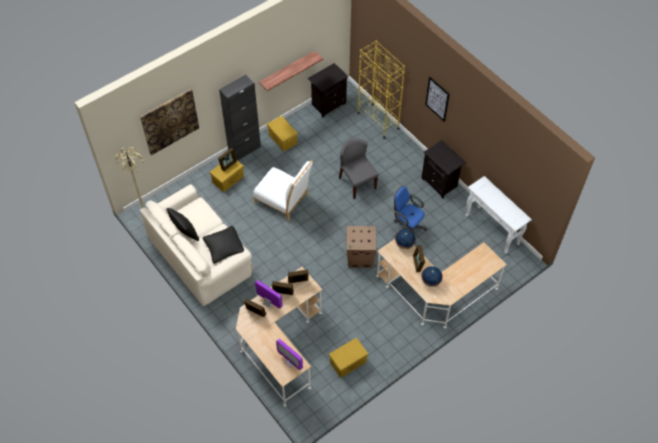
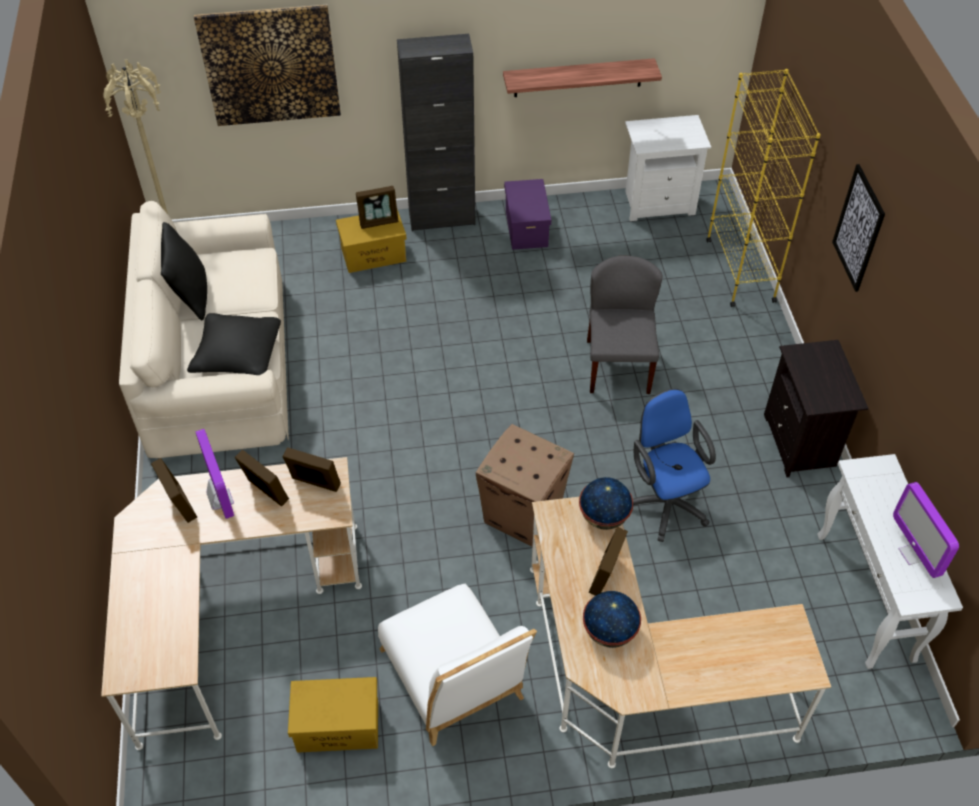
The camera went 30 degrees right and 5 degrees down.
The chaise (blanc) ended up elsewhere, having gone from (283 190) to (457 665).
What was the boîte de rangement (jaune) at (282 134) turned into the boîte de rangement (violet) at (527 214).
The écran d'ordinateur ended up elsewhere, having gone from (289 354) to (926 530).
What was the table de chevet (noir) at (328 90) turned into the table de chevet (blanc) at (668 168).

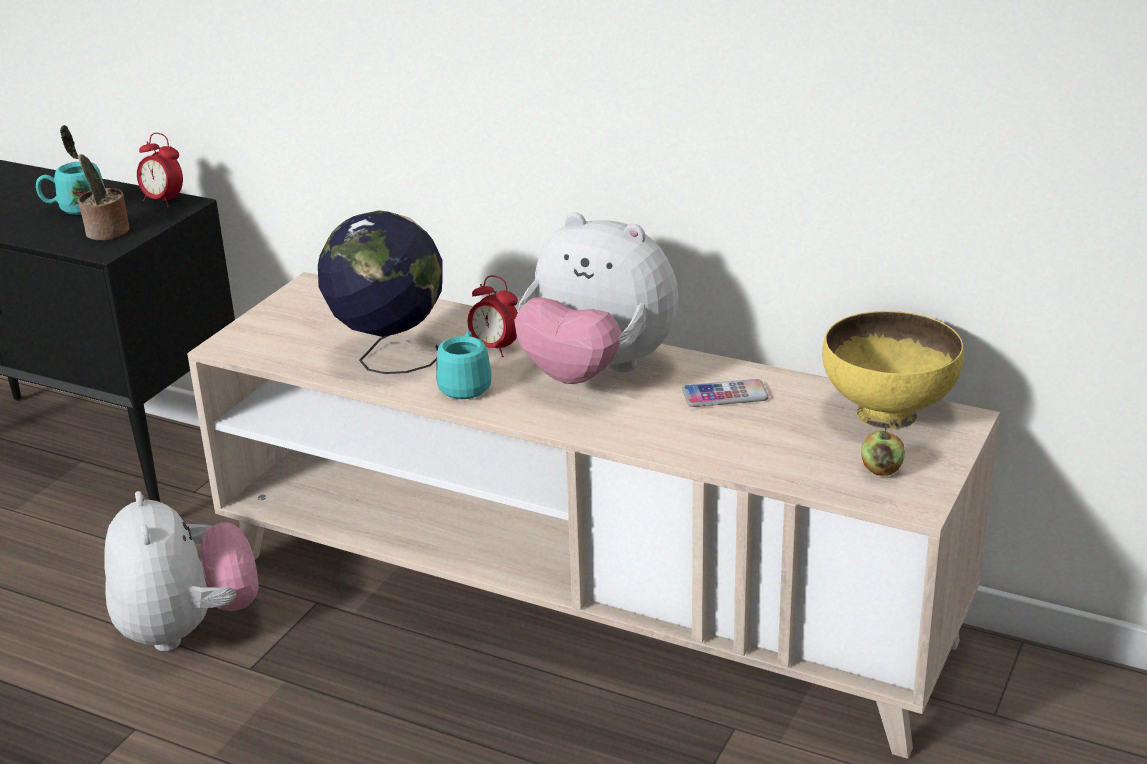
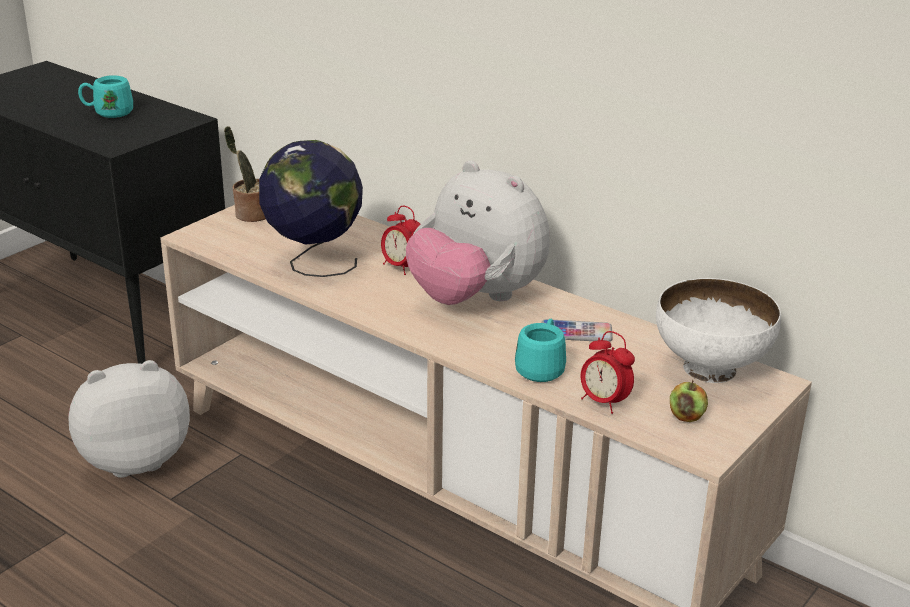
The camera went 10 degrees right and 0 degrees up.
The plante en pot ended up elsewhere, having gone from (95 182) to (245 174).
The peluche at (181 571) ended up facing another way, 105 degrees counterclockwise from before.
The réveil ended up elsewhere, having gone from (160 170) to (608 372).
The mug (turquoise) ended up elsewhere, having gone from (464 365) to (540 350).
What was the bol (jaune) at (893 370) turned into the bol (blanc) at (718 330).

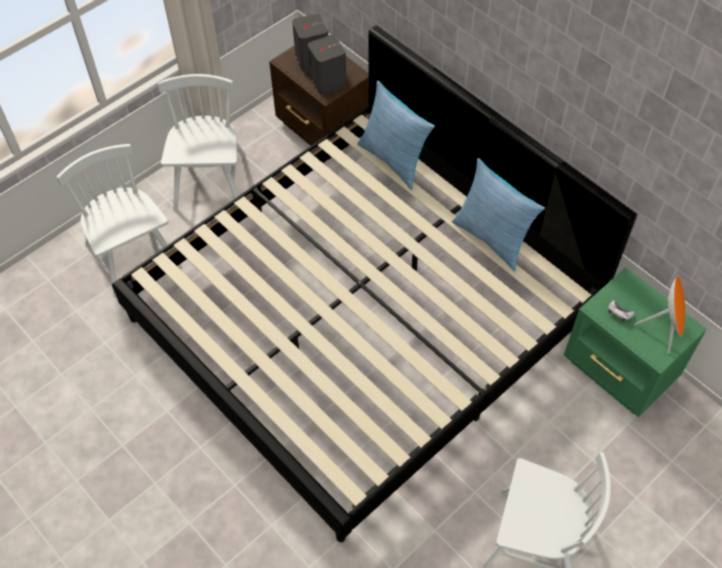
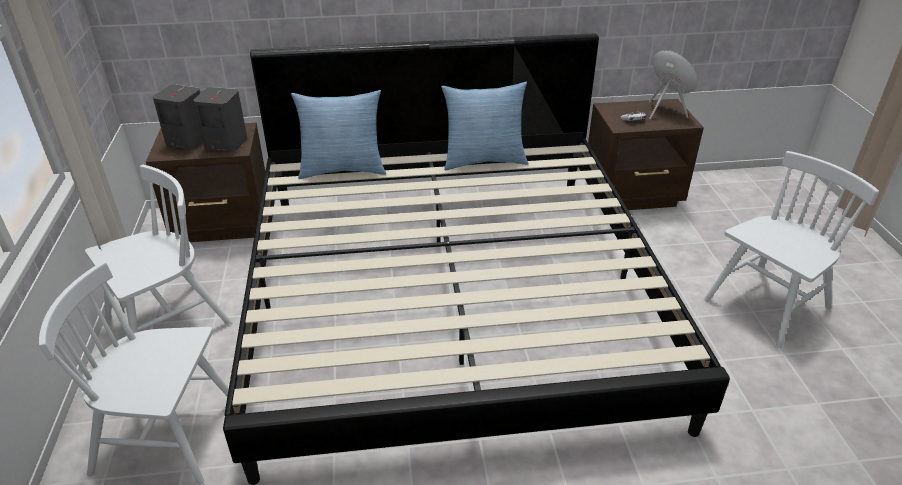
The camera went 55 degrees left and 20 degrees down.
The chaise (blanc) at (201 142) ended up facing another way, 105 degrees clockwise from before.
What was the table de chevet (vert) at (635 342) turned into the table de chevet (marron) at (646 154).

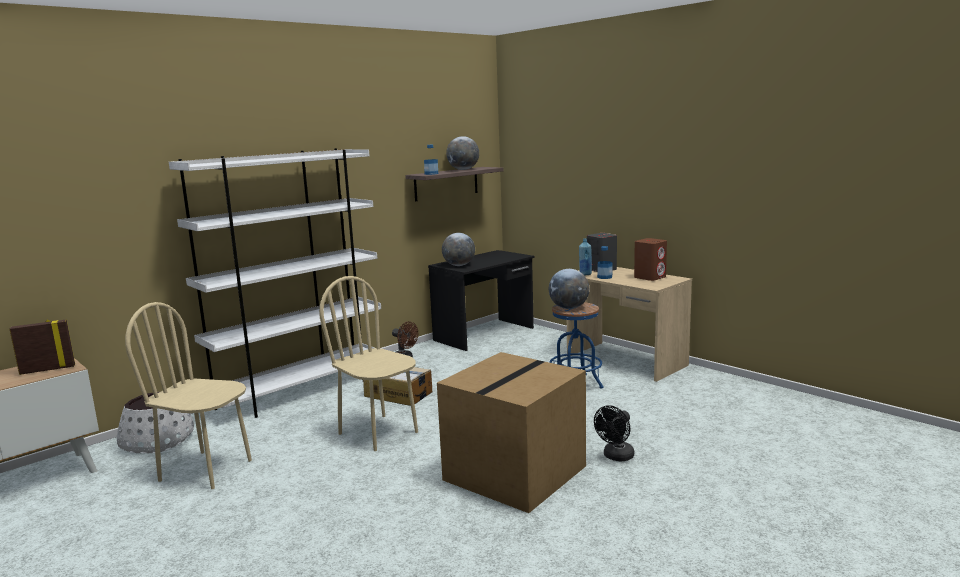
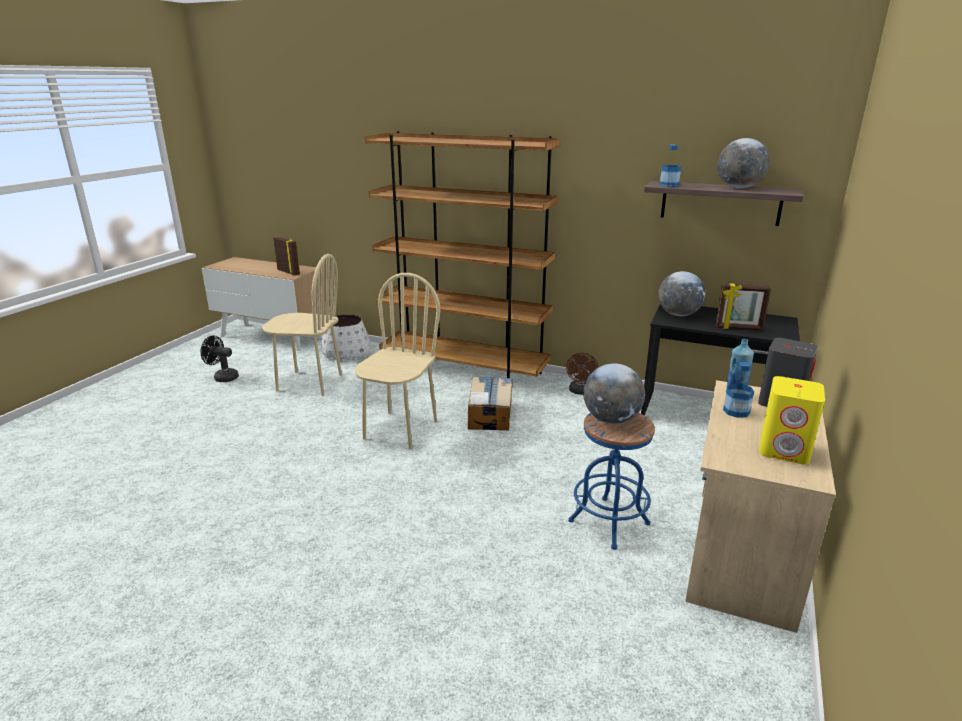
The camera went 65 degrees right and 10 degrees up.
The chaise (beige) at (188 395) ended up facing another way, 105 degrees clockwise from before.
What was the bibliothèque (blanc) at (275 283) turned into the bibliothèque (marron) at (463 254).
The second view lost the carton at (511 432).
The ventilateur (noir) ended up elsewhere, having gone from (614 433) to (219 358).
What was the enceinte (marron) at (650 259) turned into the enceinte (jaune) at (792 420).
The second view gained the cadre photo at (743 307).

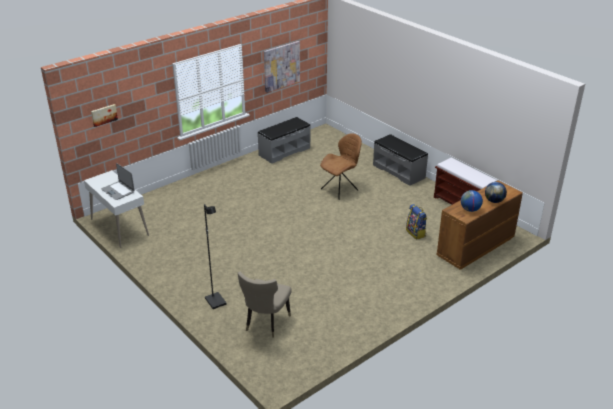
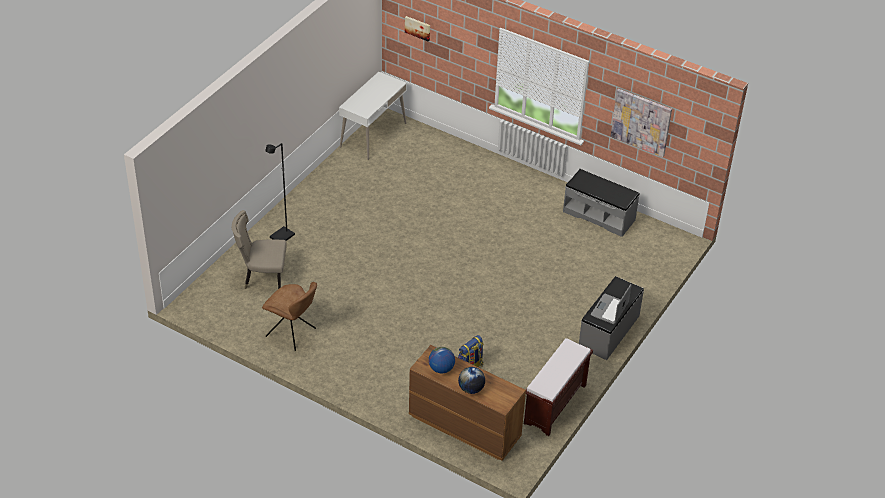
The camera went 70 degrees right and 10 degrees up.
The ordinateur portable ended up elsewhere, having gone from (117 181) to (611 304).
The chaise (marron) ended up elsewhere, having gone from (341 166) to (289 316).

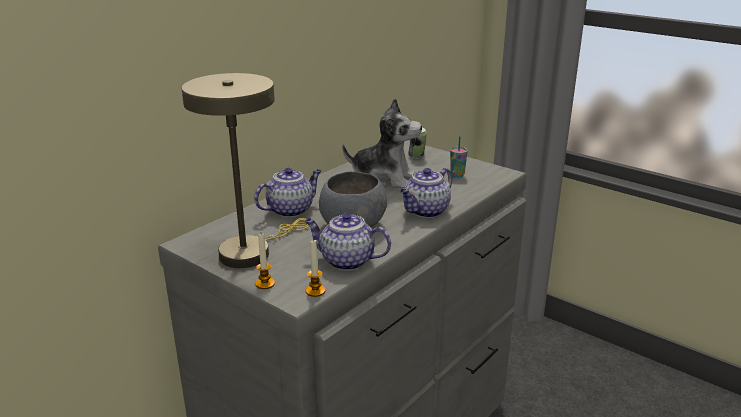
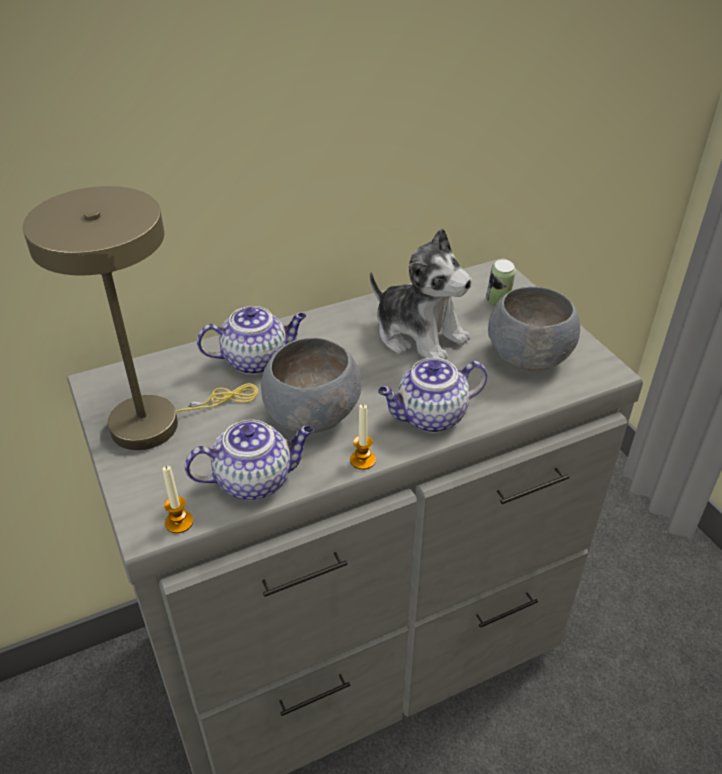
The camera went 25 degrees right and 15 degrees up.
The bougie ended up elsewhere, having gone from (265 261) to (363 437).
The théière at (348 241) ended up facing another way, 120 degrees clockwise from before.
Where the tasse stood at (459 157), the bol (gris) came to stand at (534 328).

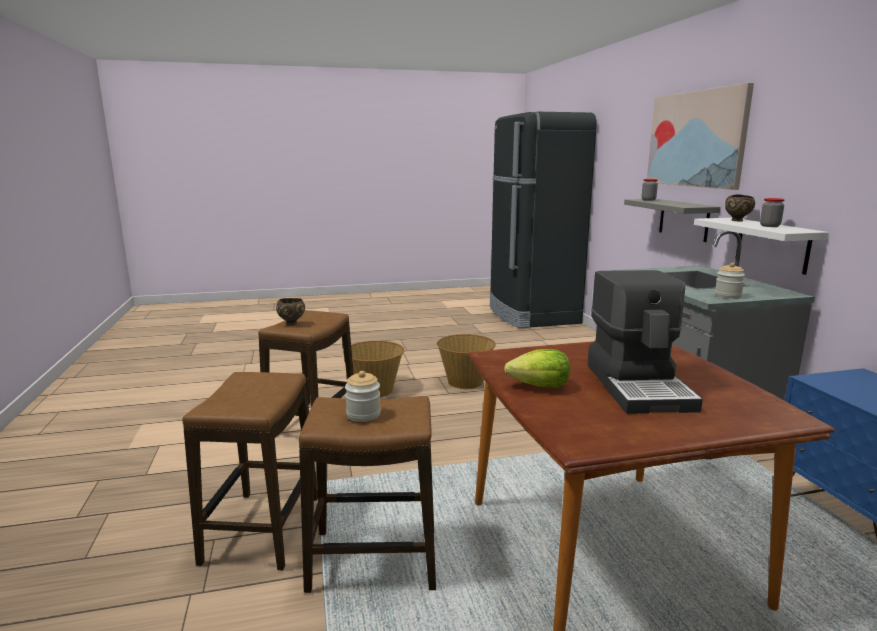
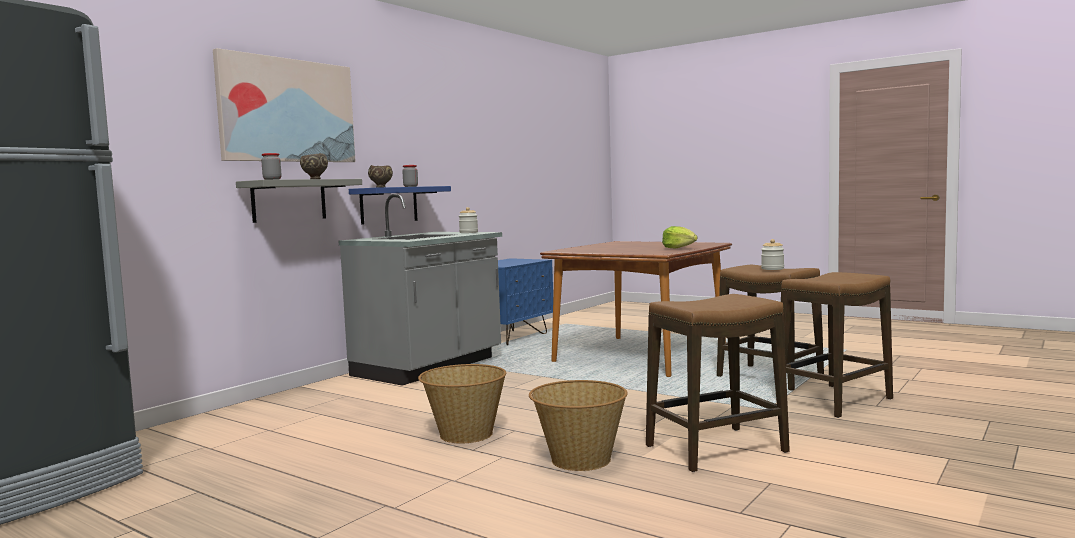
The camera went 130 degrees left and 10 degrees down.
The bol (marron) ended up elsewhere, having gone from (290 312) to (314 166).
The second view lost the machine à café at (645 342).
What was the étagère (blanc) at (761 246) turned into the étagère (bleu) at (400 205).

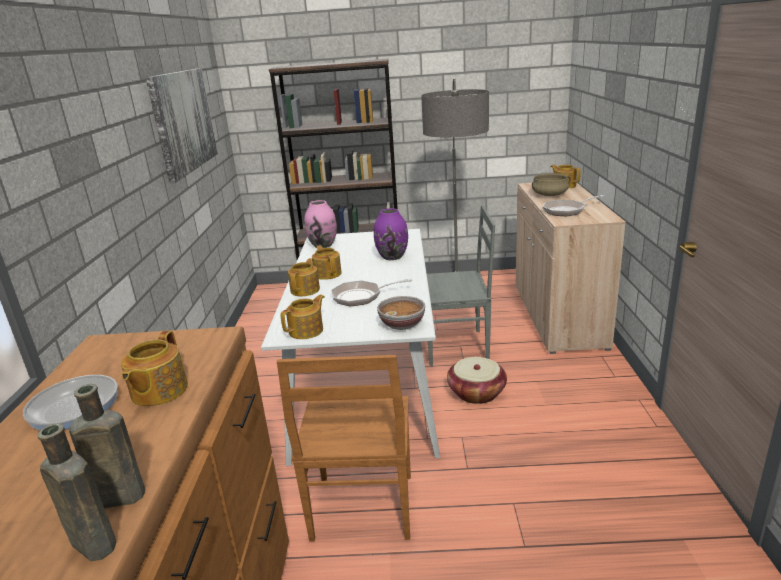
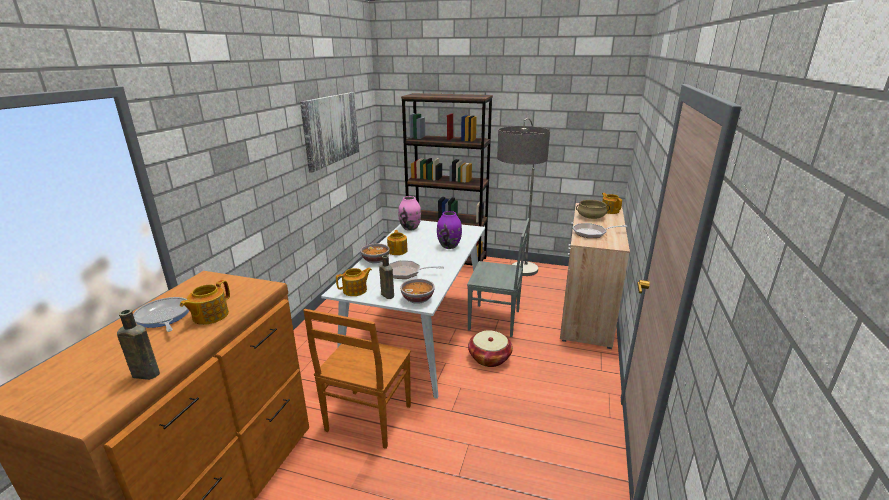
The camera went 15 degrees right and 0 degrees up.
The bouteille (marron) ended up elsewhere, having gone from (77 492) to (386 277).
Where the théière stood at (304 277), the bol came to stand at (375 253).

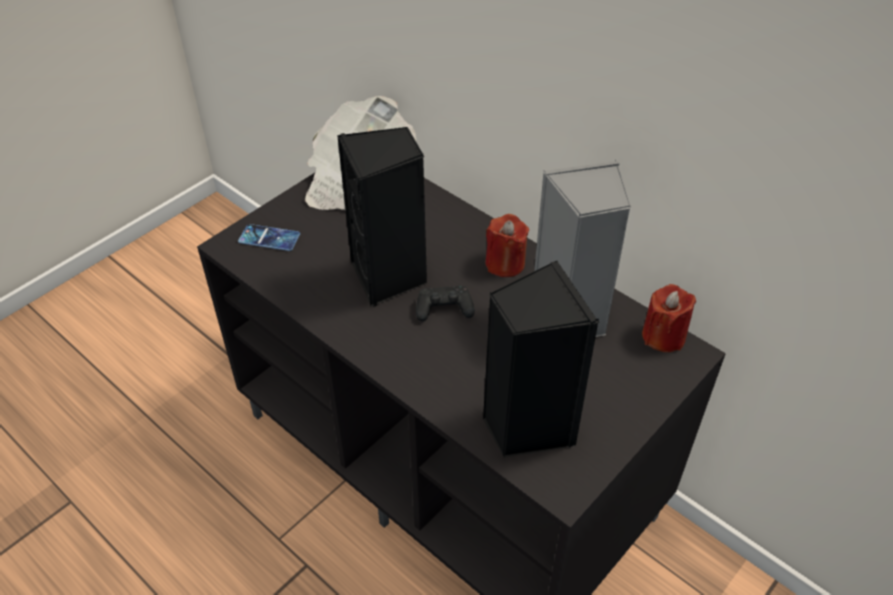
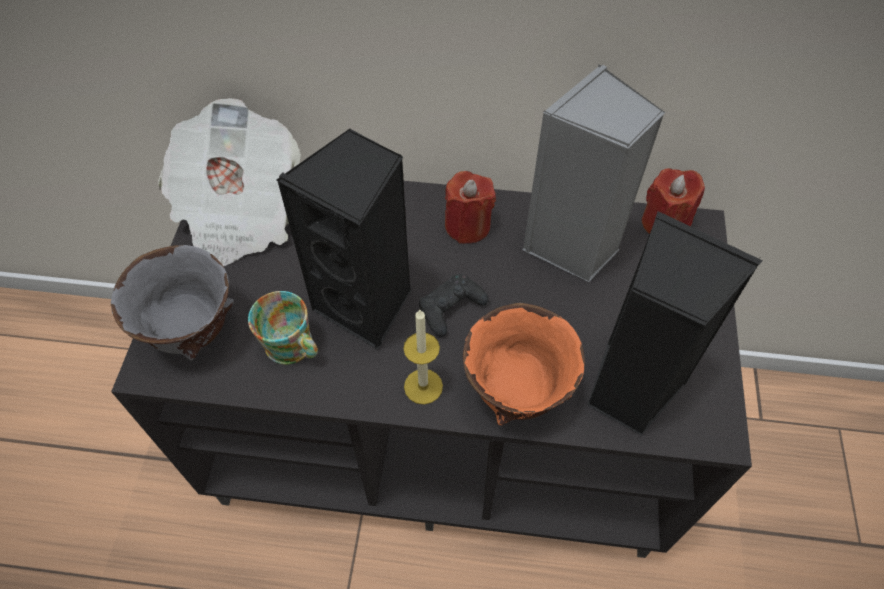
The camera went 35 degrees left and 10 degrees up.
Where the téléphone stood at (269 237), the bol (gris) came to stand at (172 302).
The second view gained the mug at (283 328).
The second view gained the bougie at (423 357).
The second view gained the bol (orange) at (524 364).

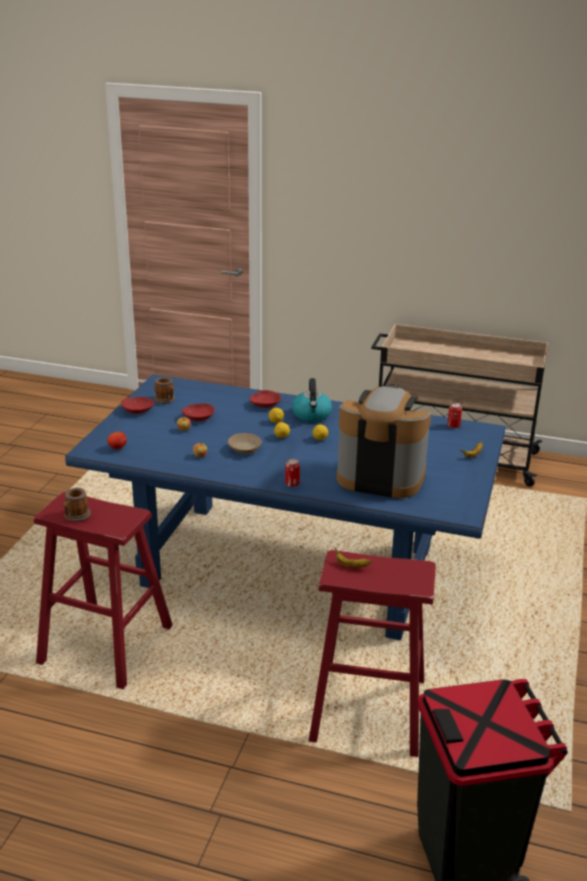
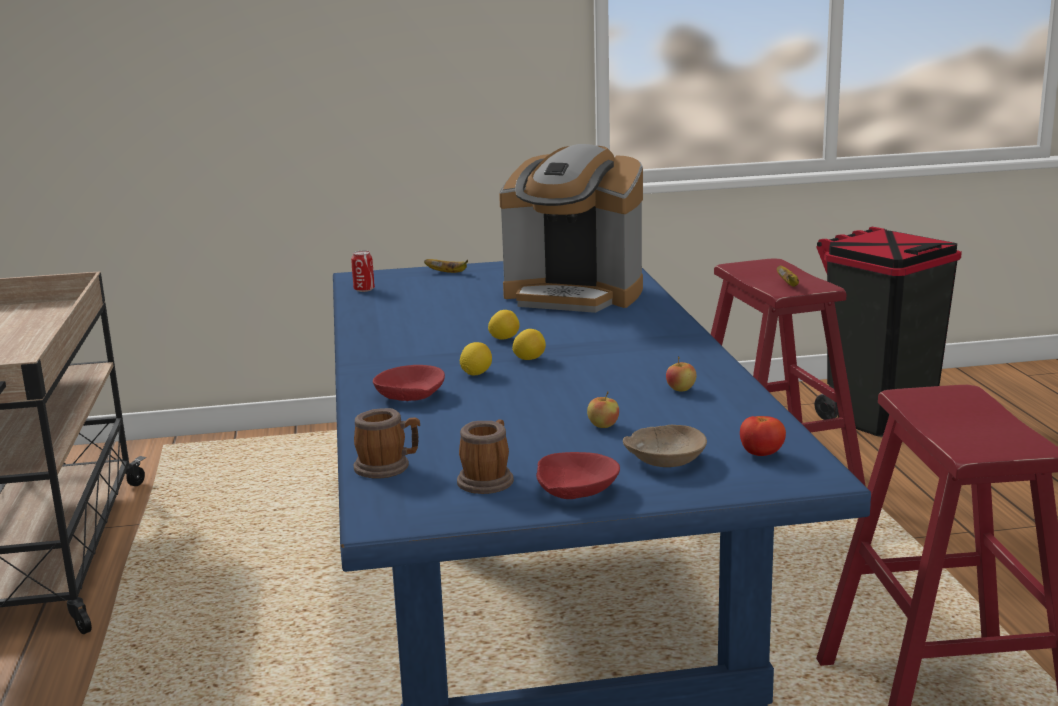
The camera went 115 degrees left and 10 degrees down.
The mug ended up elsewhere, having gone from (77 505) to (387 443).
The second view lost the bol (rouge) at (198 412).
The bol (beige) ended up elsewhere, having gone from (245 443) to (665 446).
The second view lost the boîte métallique at (292 473).
The second view lost the bouilloire at (312 400).
The machine à café at (384 441) ended up facing another way, 60 degrees counterclockwise from before.

